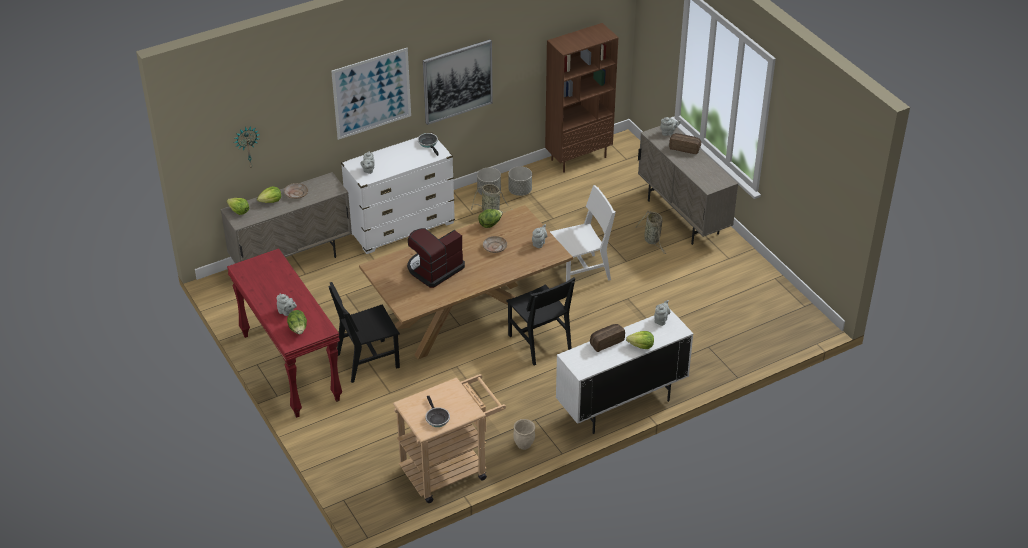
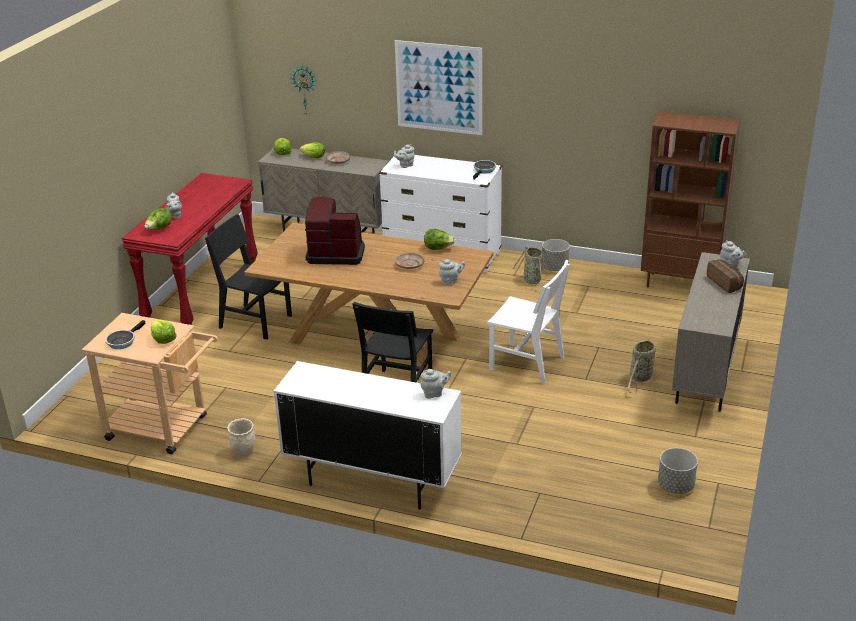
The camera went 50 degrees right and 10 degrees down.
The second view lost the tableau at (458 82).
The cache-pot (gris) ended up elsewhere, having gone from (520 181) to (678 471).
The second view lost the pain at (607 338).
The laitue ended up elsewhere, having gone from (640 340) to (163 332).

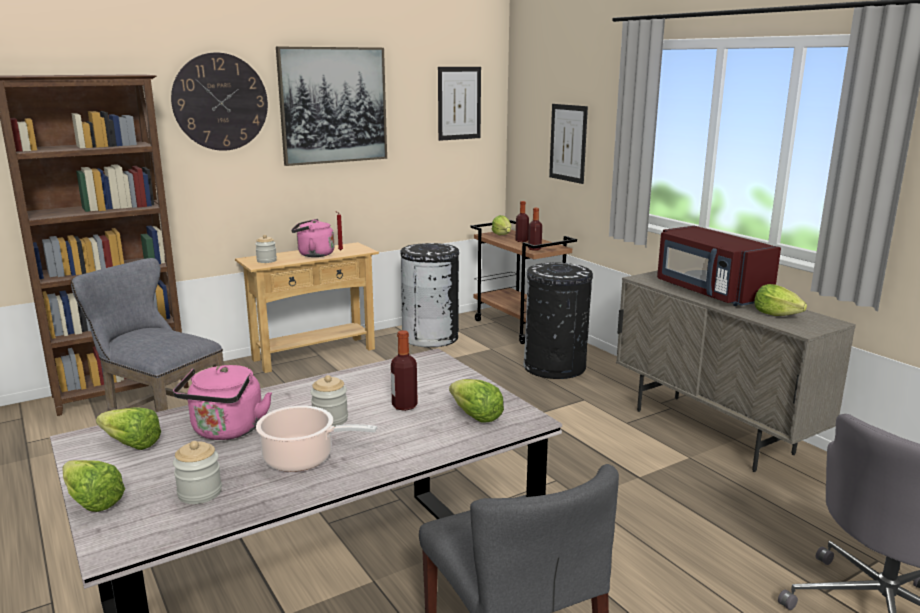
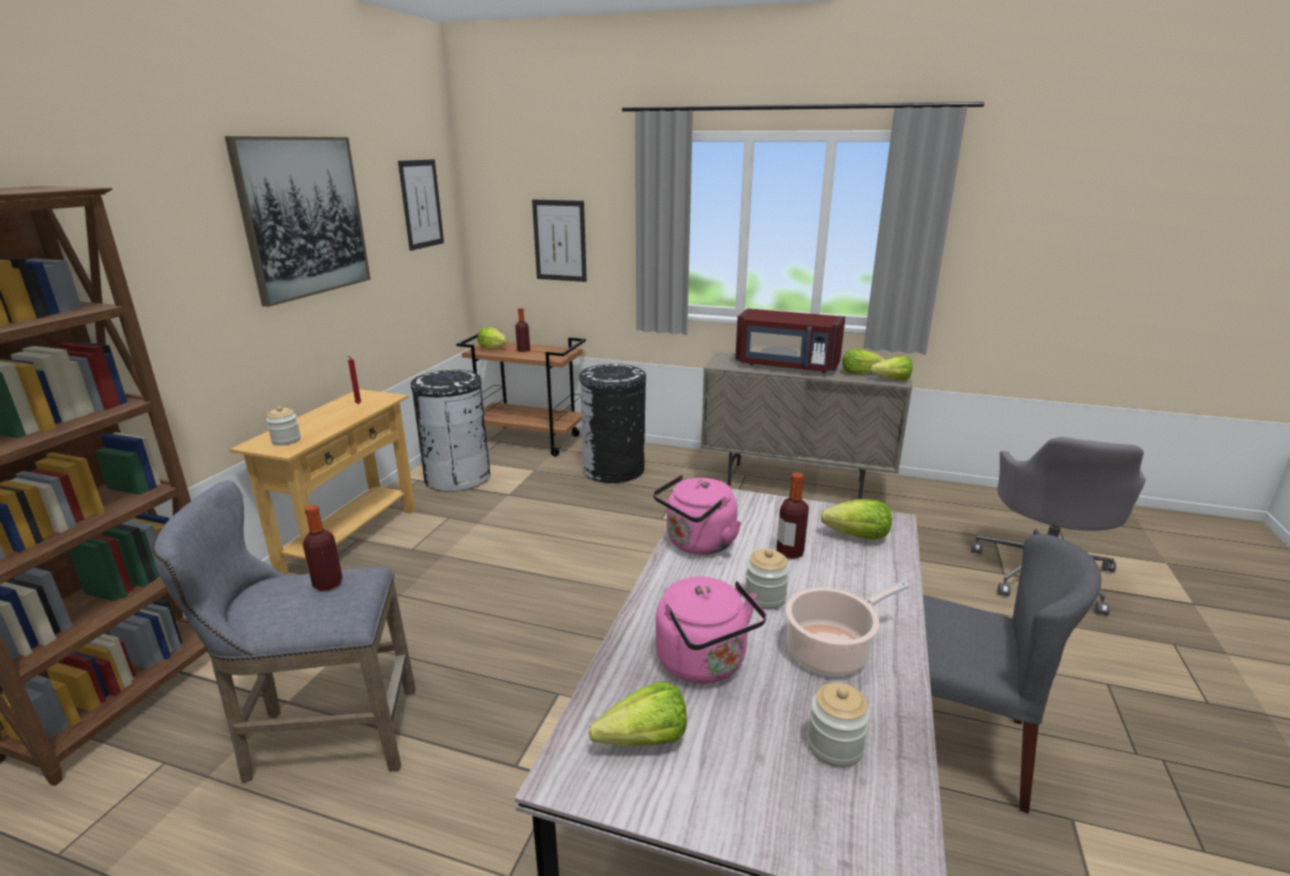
The camera went 40 degrees left and 5 degrees up.
The laitue ended up elsewhere, having gone from (93 486) to (892 368).
The second view lost the horloge murale at (219 102).
The bouilloire (rose) ended up elsewhere, having gone from (312 238) to (697 515).
The bouteille ended up elsewhere, having gone from (535 229) to (323 548).

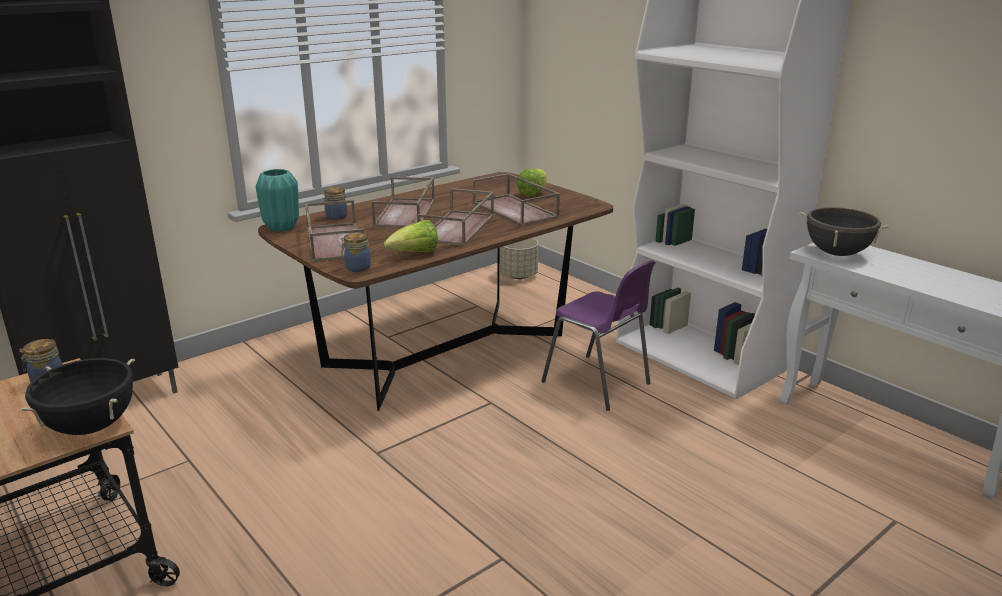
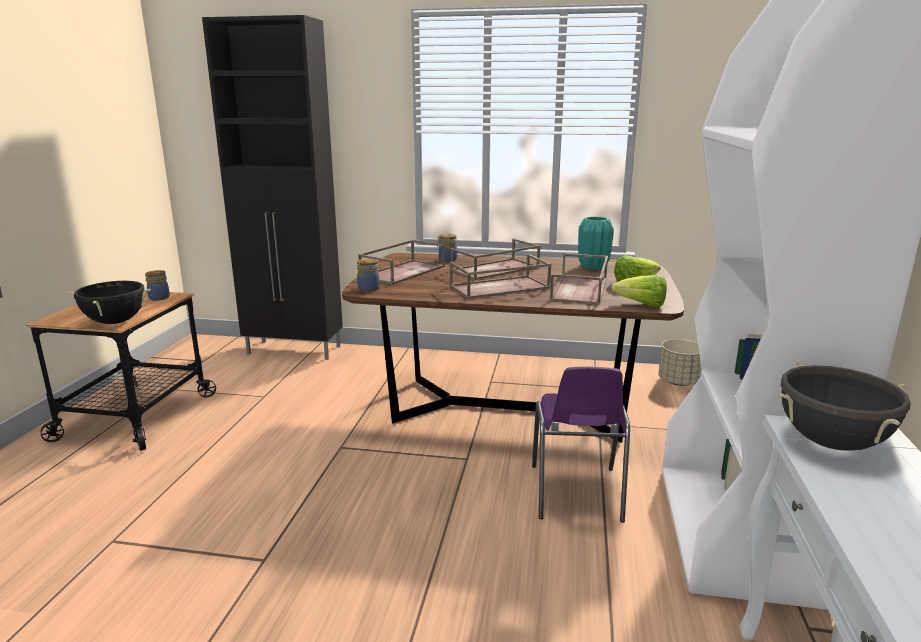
The camera went 50 degrees right and 5 degrees down.
The vase (turquoise) ended up elsewhere, having gone from (277 200) to (596 243).
The laitue ended up elsewhere, having gone from (411 236) to (639 291).

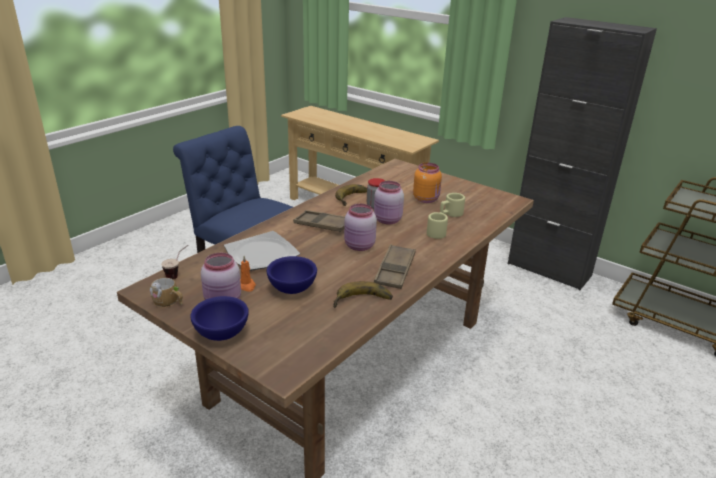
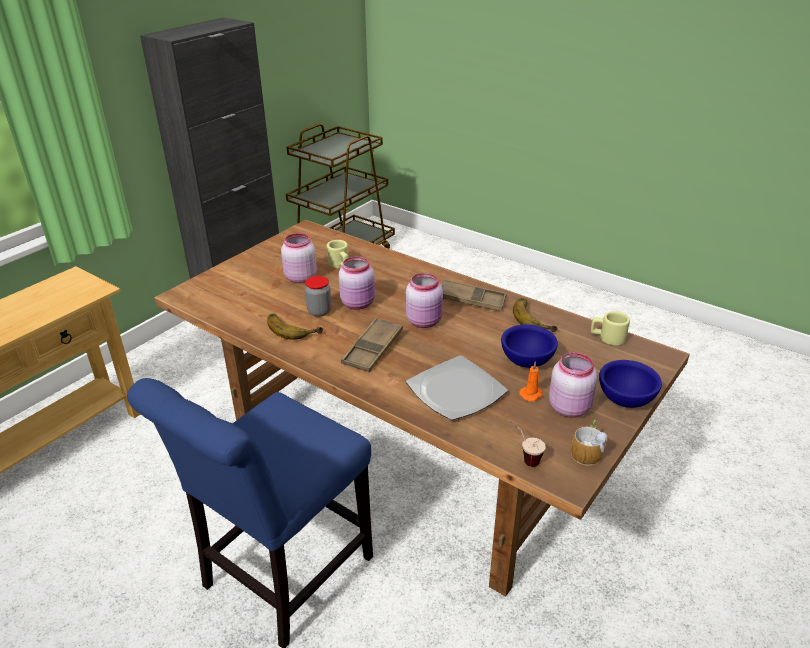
The camera went 90 degrees left and 5 degrees up.
What was the bocal (orange) at (427 183) turned into the bocal (rose) at (299 258).
The mug (beige) ended up elsewhere, having gone from (437 225) to (610 328).

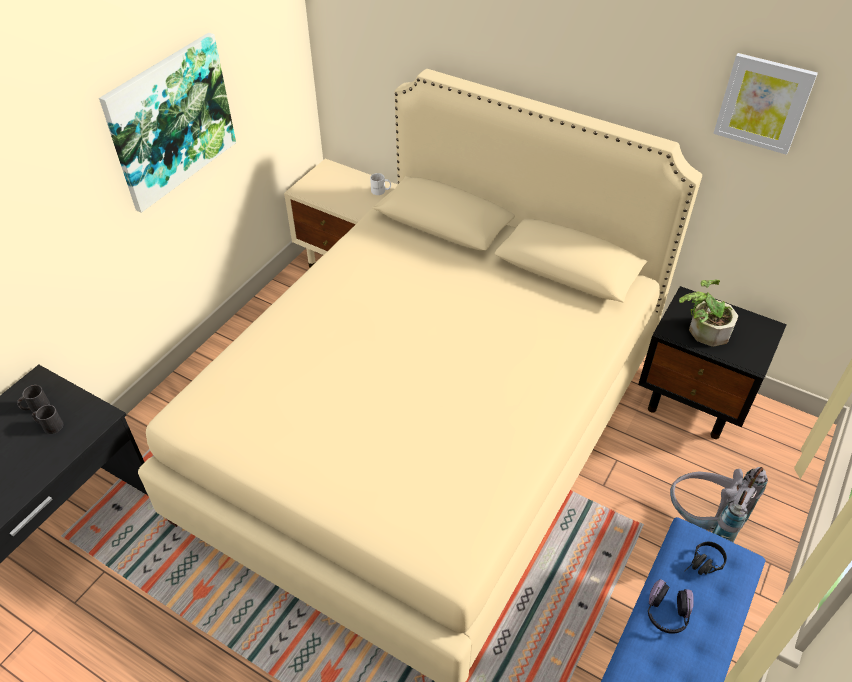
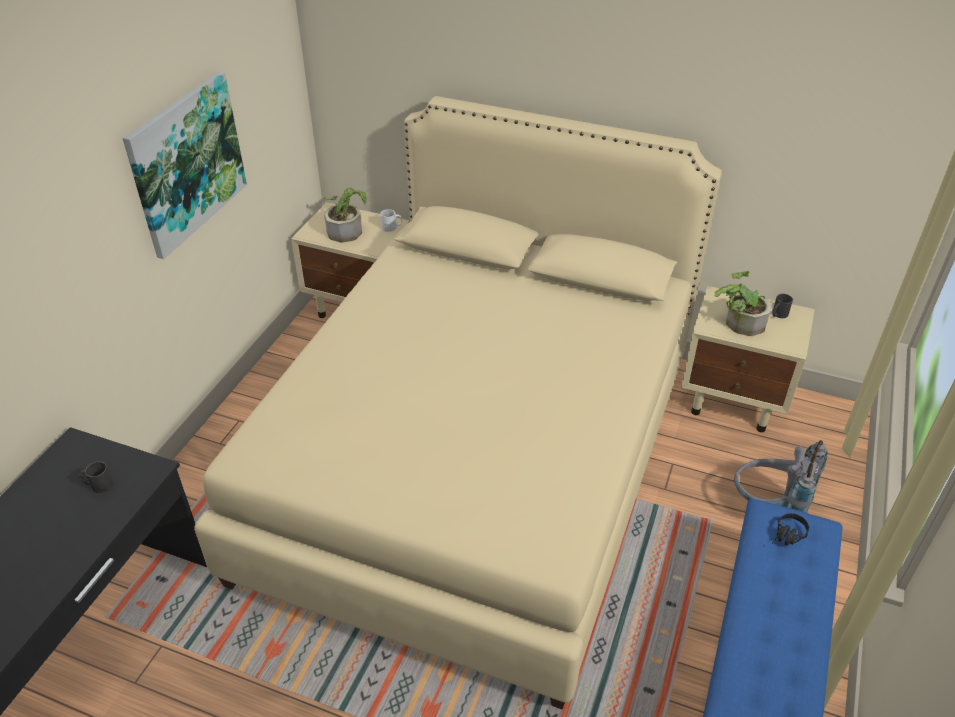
The camera went 10 degrees left and 5 degrees down.
The mug (noir) ended up elsewhere, having gone from (33 398) to (782 306).
What was the table de chevet (noir) at (712 362) turned into the table de chevet (beige) at (748 359).
The second view lost the casque audio at (671 606).
The second view lost the tableau at (765 104).
The second view gained the plante en pot at (345 215).

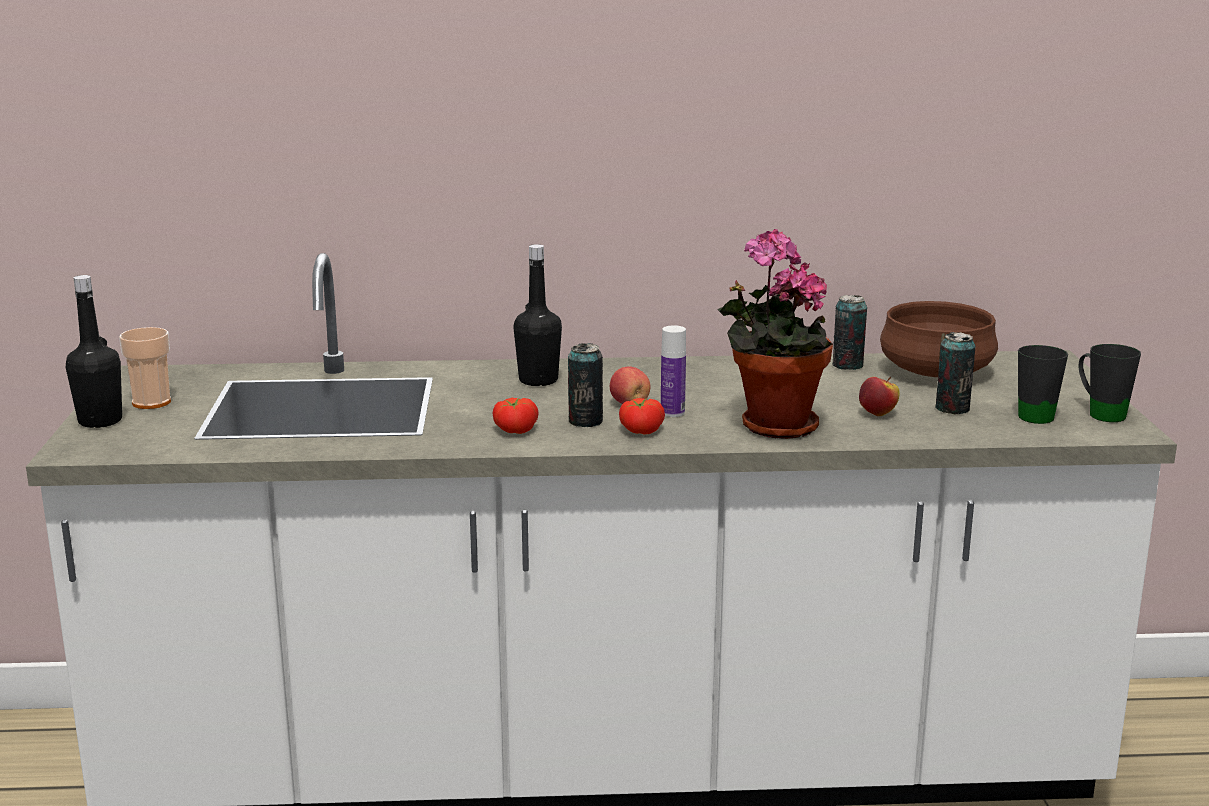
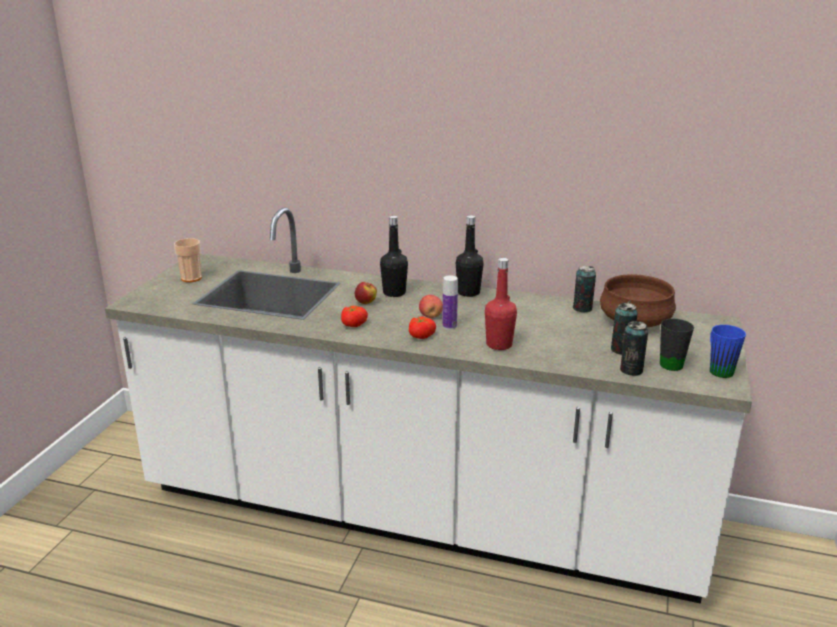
The camera went 20 degrees right and 5 degrees up.
The bouteille (noir) ended up elsewhere, having gone from (94 351) to (470 256).
The boîte métallique ended up elsewhere, having gone from (585 385) to (634 348).
Where the plante en pot stood at (775 334), the bouteille (rouge) came to stand at (501 304).
The pomme ended up elsewhere, having gone from (879 396) to (366 293).
What was the mug (noir) at (1109 383) turned into the mug (bleu) at (728 351).

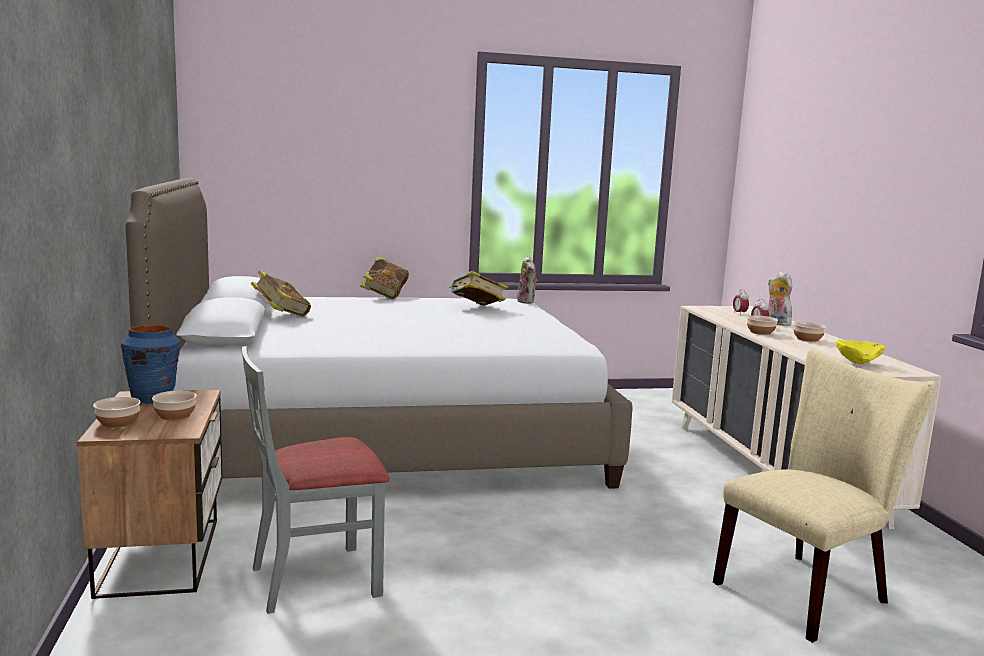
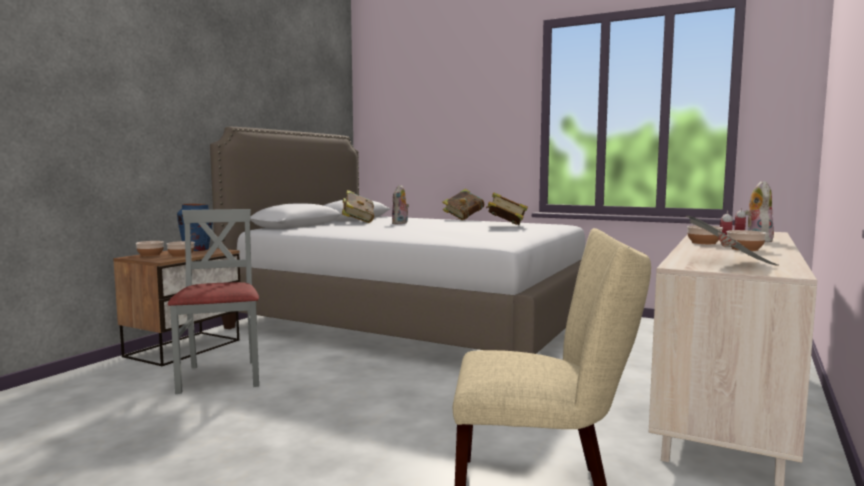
The camera went 40 degrees right and 5 degrees down.
The chaise (gris) at (315 480) ended up facing another way, 60 degrees clockwise from before.
The peluche ended up elsewhere, having gone from (527 280) to (400 204).
Where the bol (jaune) stood at (860 352), the journal came to stand at (732 241).

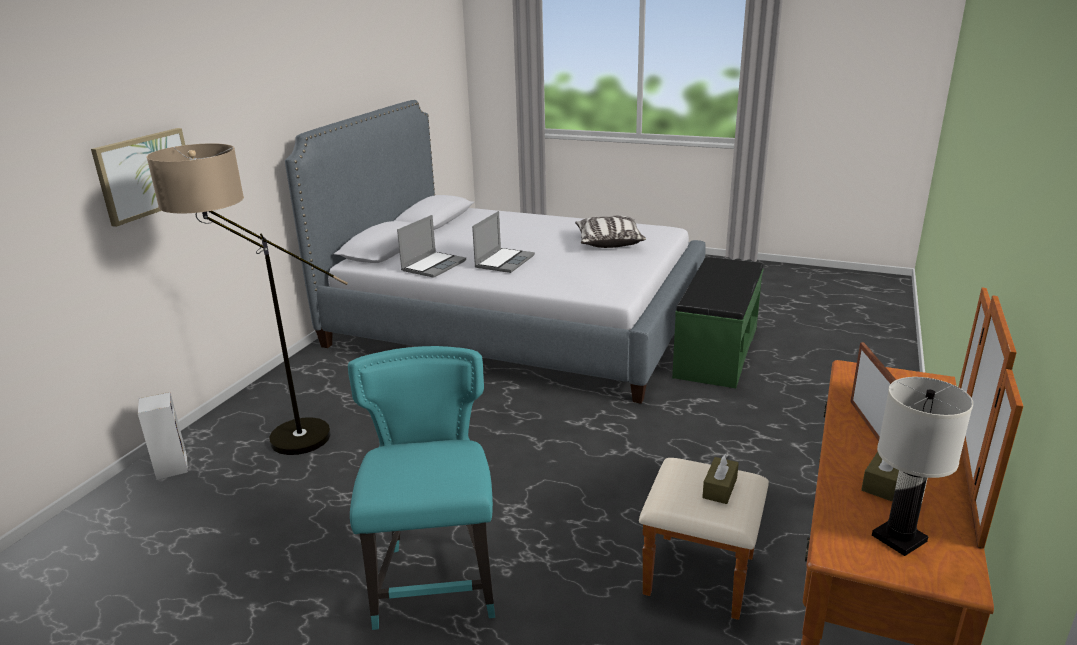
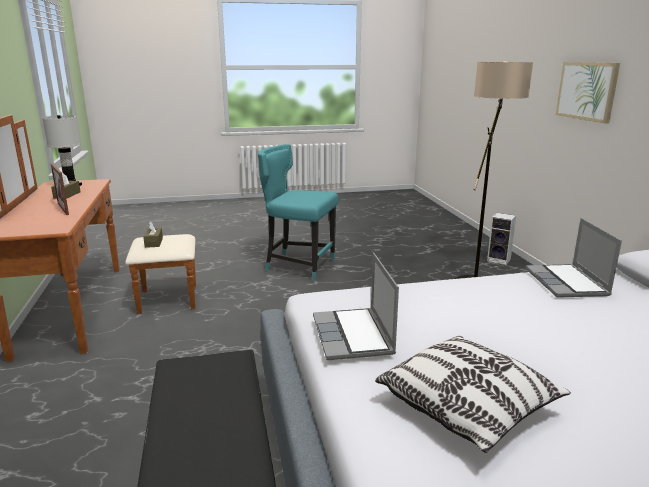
The camera went 145 degrees right and 5 degrees down.
The chaise (turquoise) at (421 488) ended up facing another way, 150 degrees clockwise from before.
The ordinateur portable ended up elsewhere, having gone from (503 242) to (356 306).

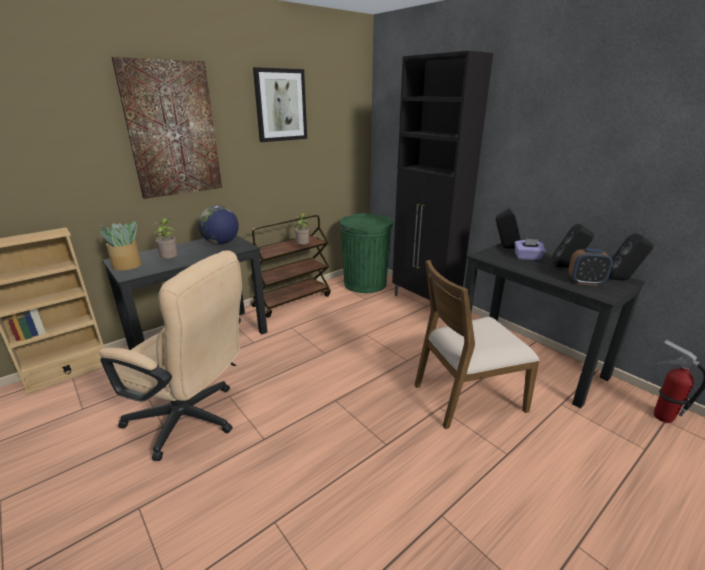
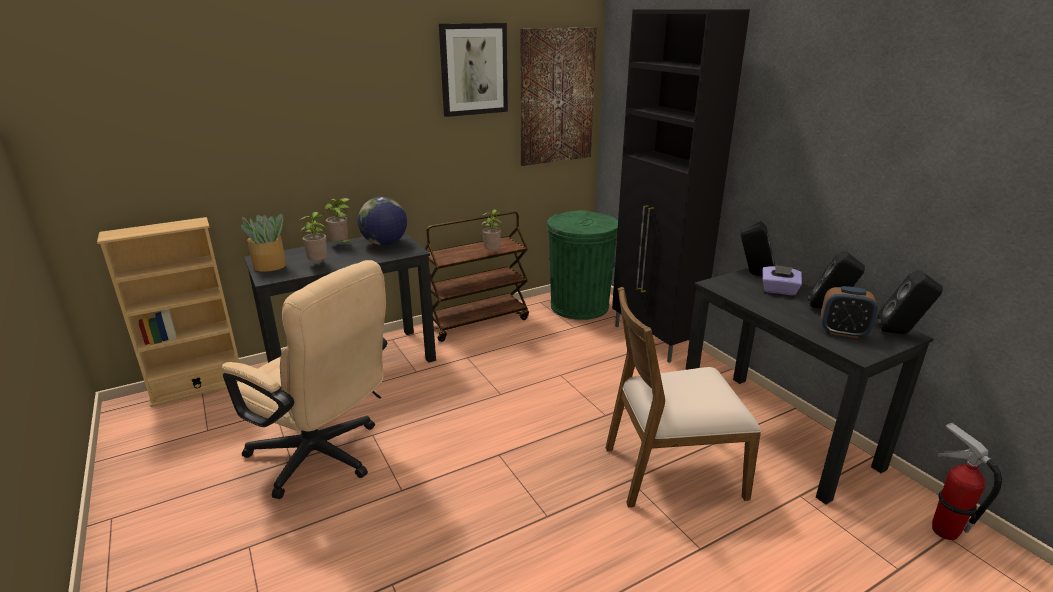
The camera went 10 degrees right and 0 degrees up.
The tableau ended up elsewhere, having gone from (166 128) to (558 96).
The second view gained the plante en pot at (338 220).

